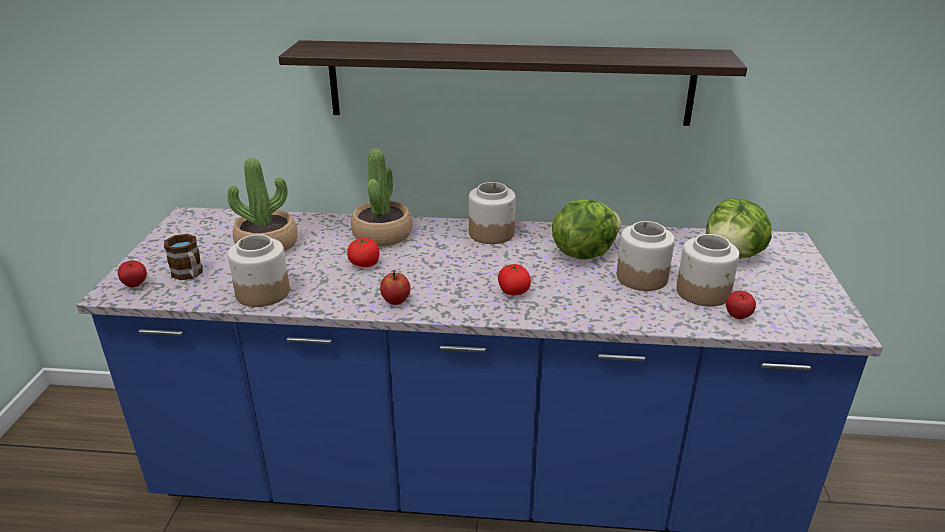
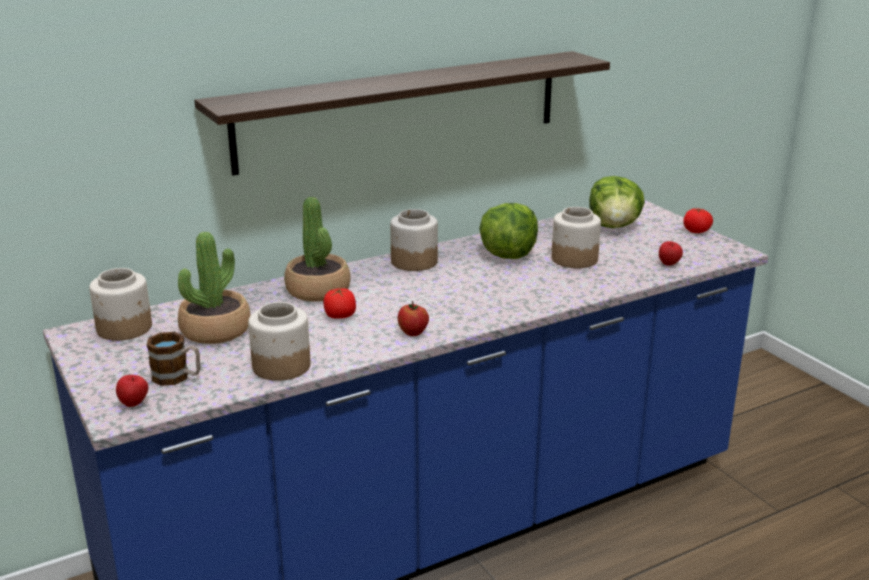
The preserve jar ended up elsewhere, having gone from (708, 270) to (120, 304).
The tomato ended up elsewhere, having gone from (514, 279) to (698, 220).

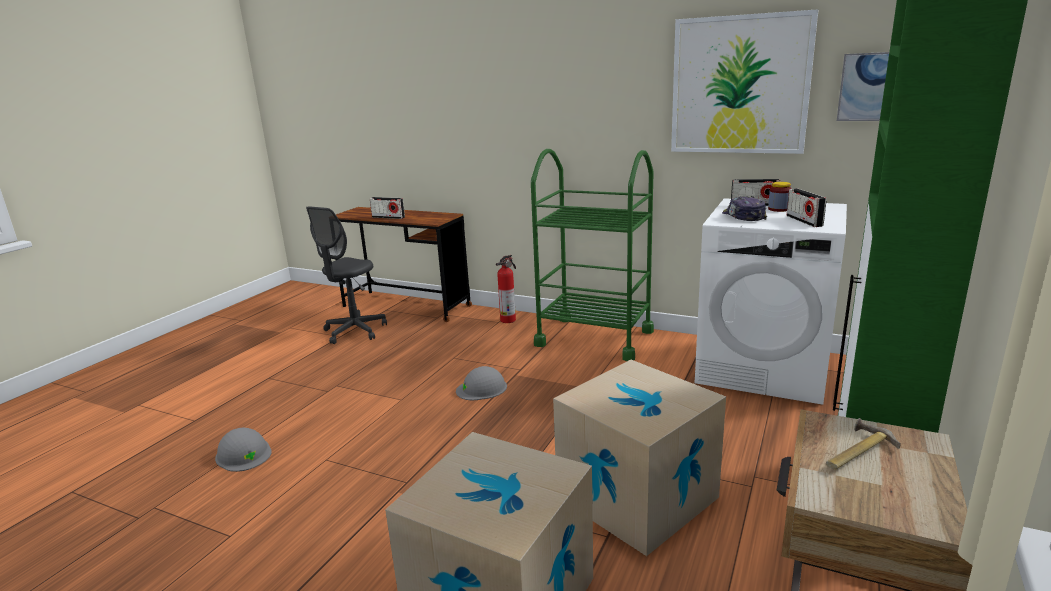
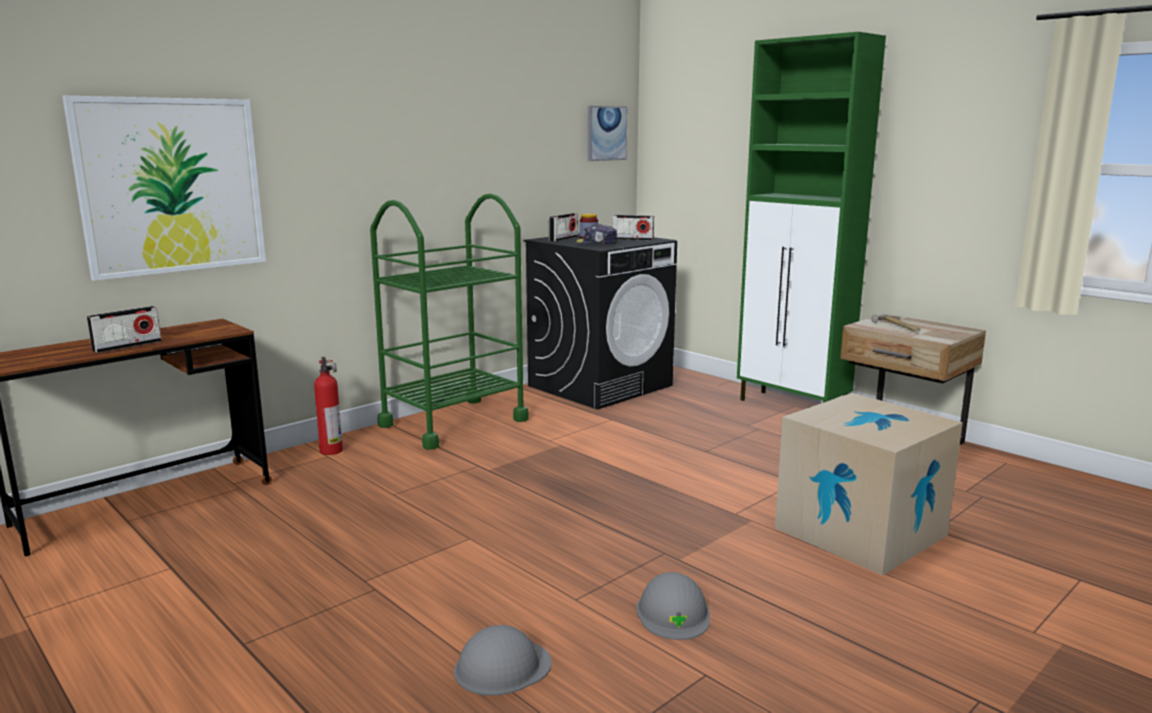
The wall art ended up elsewhere, having gone from (744, 81) to (164, 188).
What was the laundry appliance/white-coloured at (771, 301) turned into the laundry appliance/black-coloured at (600, 321).
The second view lost the computer chair/gray at (346, 275).
The second view lost the carton at (639, 458).
The work helmet/gray ended up elsewhere, having gone from (481, 383) to (673, 606).

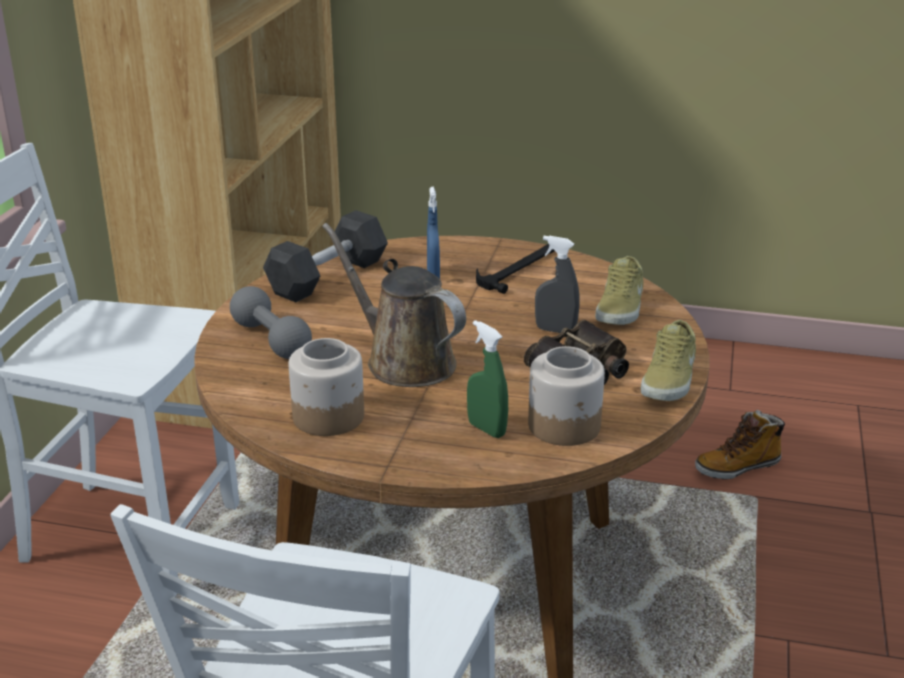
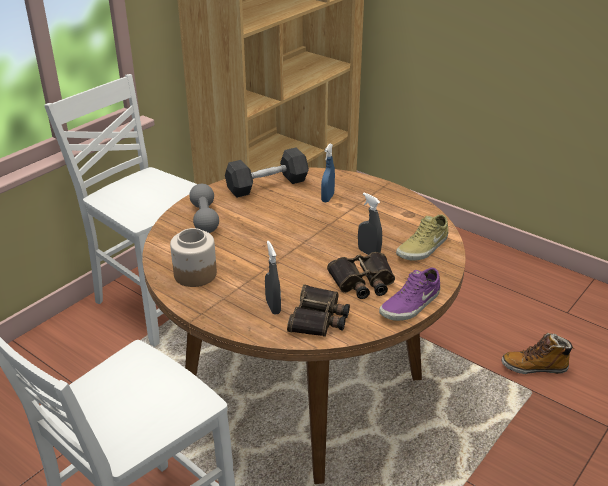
The second view lost the sprinkling can/brownish at (394, 305).
The second view lost the tool hammer at (515, 269).
What was the sprayer/green-coloured at (487, 379) turned into the sprayer/gray at (273, 277).
What was the low shoe/sand-coloured at (668, 360) turned into the low shoe/purple-coloured at (409, 294).
Where the preserve jar stood at (566, 396), the pair of binoculars came to stand at (318, 310).

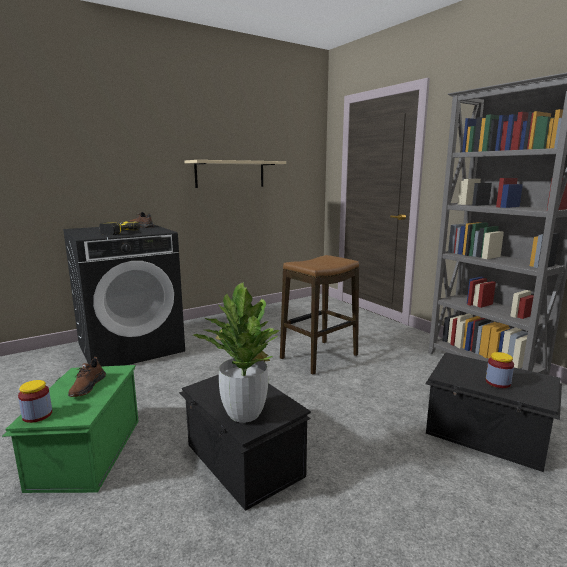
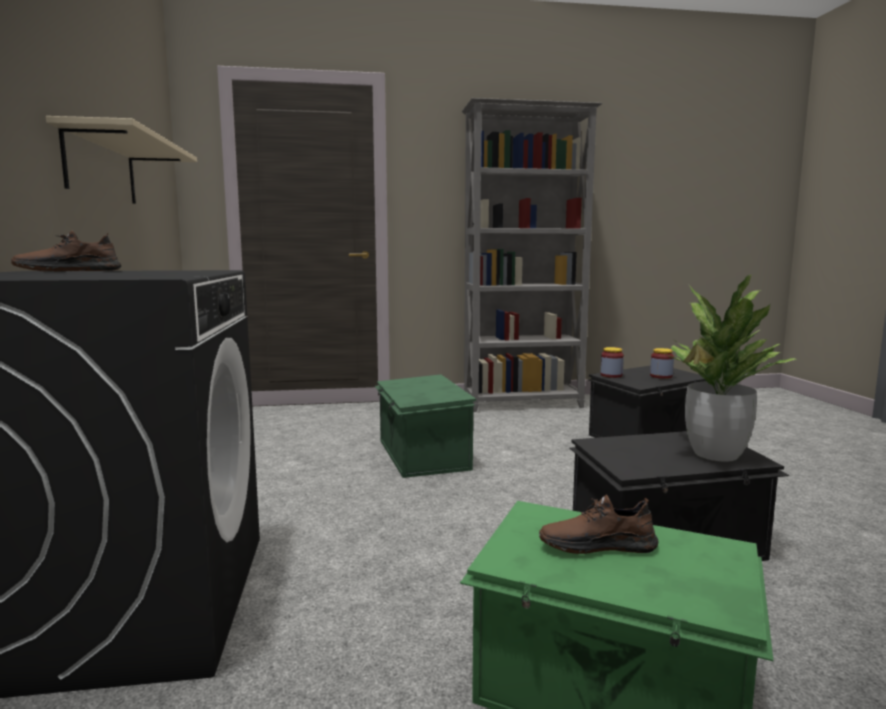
The second view lost the electric drill at (119, 228).
Where the stool stood at (319, 315), the storage container/green-coloured came to stand at (425, 426).
The low shoe/brownish at (87, 377) ended up facing another way, 150 degrees clockwise from before.
The preserve jar ended up elsewhere, having gone from (35, 401) to (612, 362).

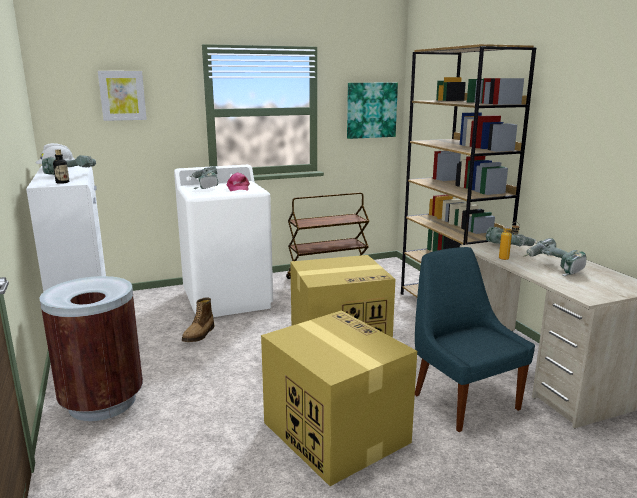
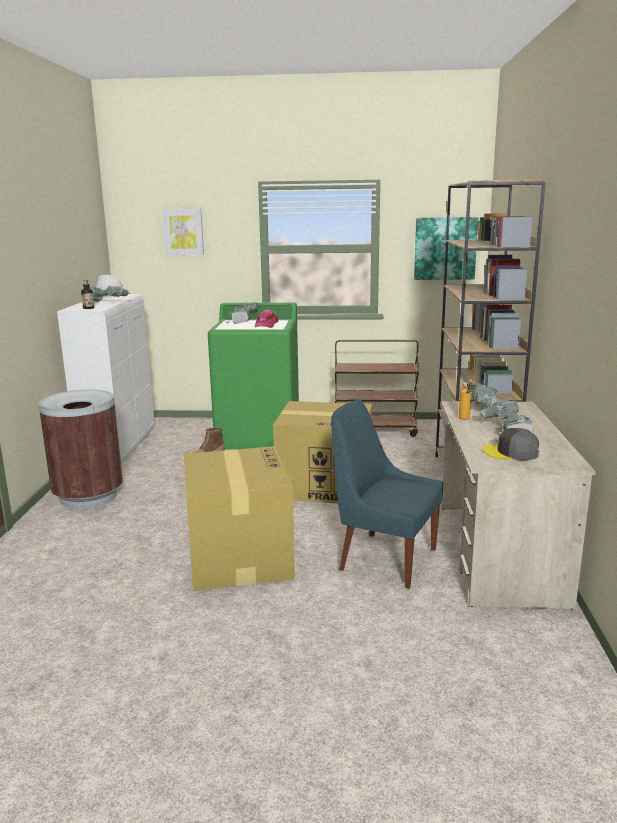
What was the laundry appliance/white-coloured at (223, 241) turned into the laundry appliance/green-coloured at (253, 375).
The upright chair/blue at (475, 339) ended up facing another way, 60 degrees counterclockwise from before.
The second view gained the peaked cap/gray at (511, 444).

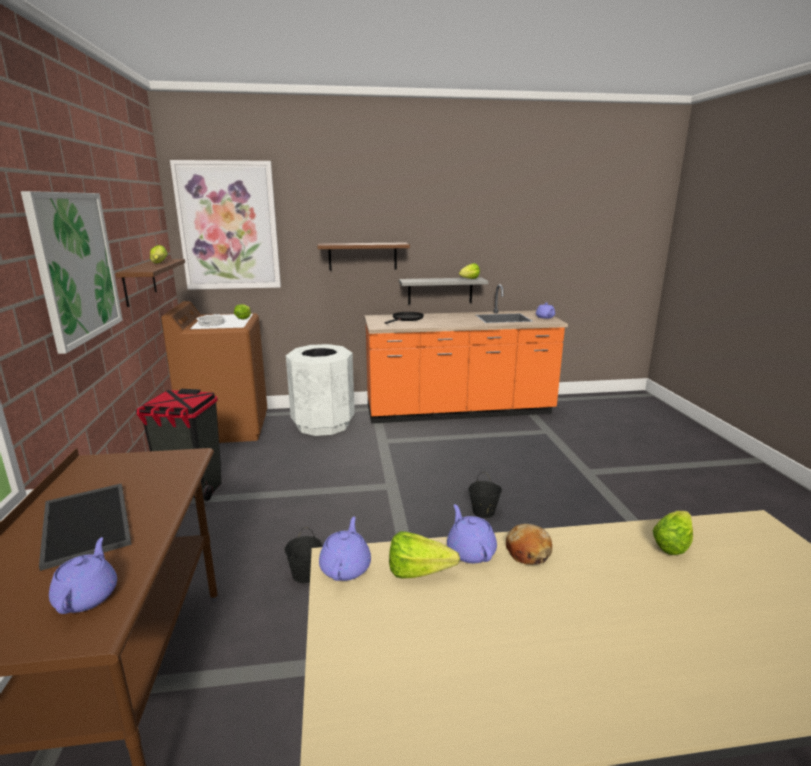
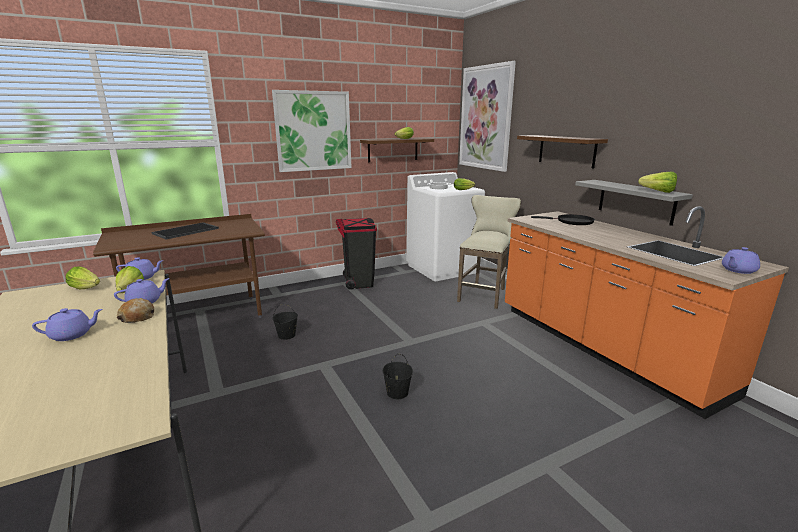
What was the laundry appliance/brownish at (214, 372) turned into the laundry appliance/white-coloured at (445, 226).
Where the waste bin/white-coloured stood at (320, 390), the stool/sand-coloured came to stand at (489, 252).
The lettuce head ended up elsewhere, having gone from (673, 533) to (83, 277).
The teapot/purple-coloured ended up elsewhere, having gone from (83, 575) to (67, 324).

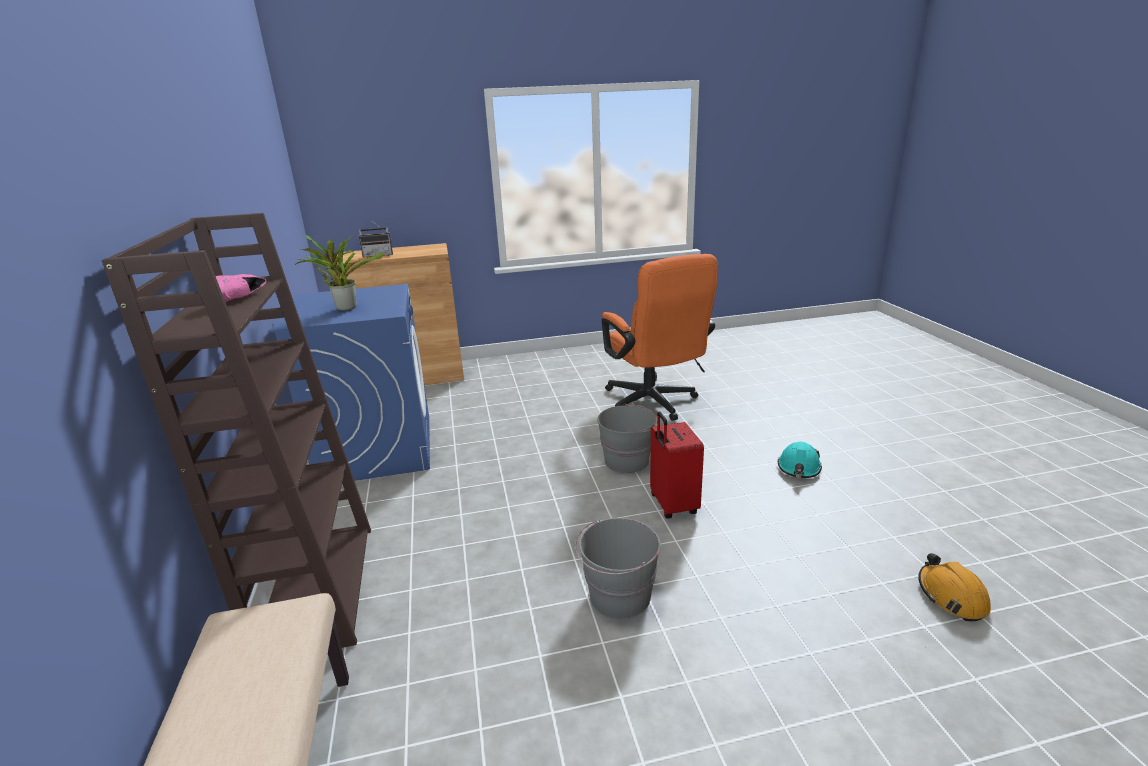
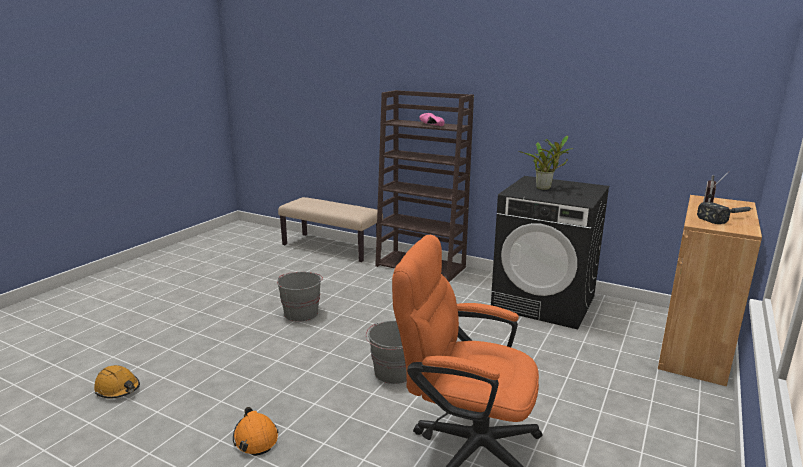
What was the laundry appliance/blue at (350, 382) turned into the laundry appliance/black-coloured at (550, 253).
The second view lost the suitcase/red at (677, 464).
What was the work helmet/blue-green at (800, 460) turned into the work helmet/orange-coloured at (256, 431).
The second view gained the tool hammer at (724, 213).

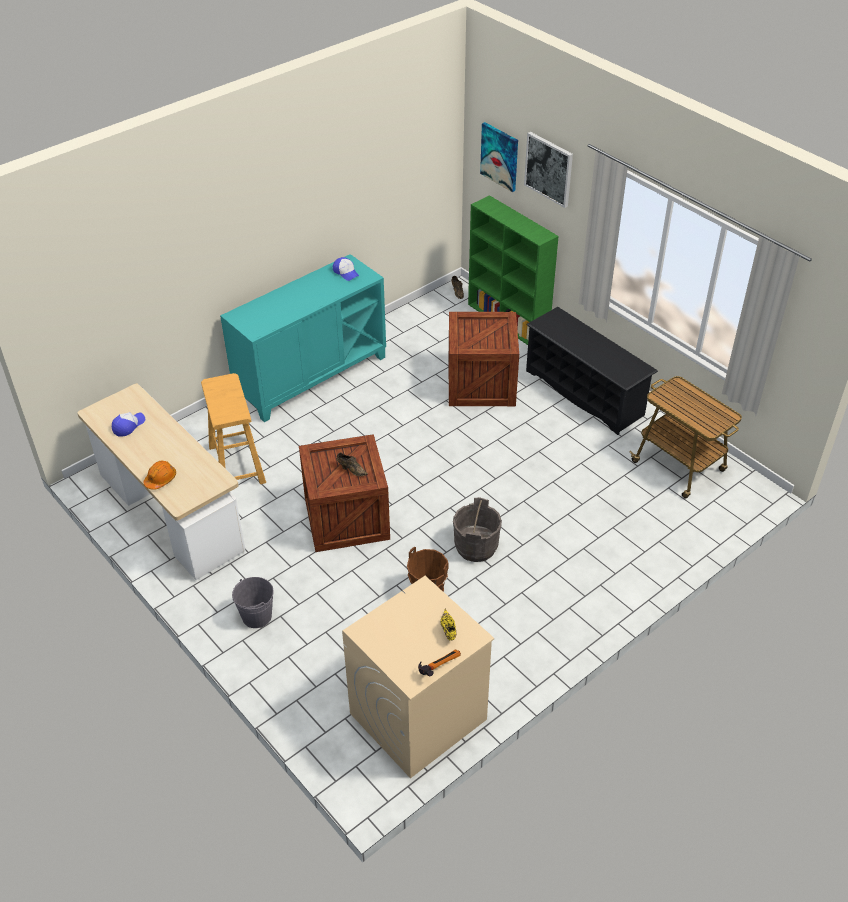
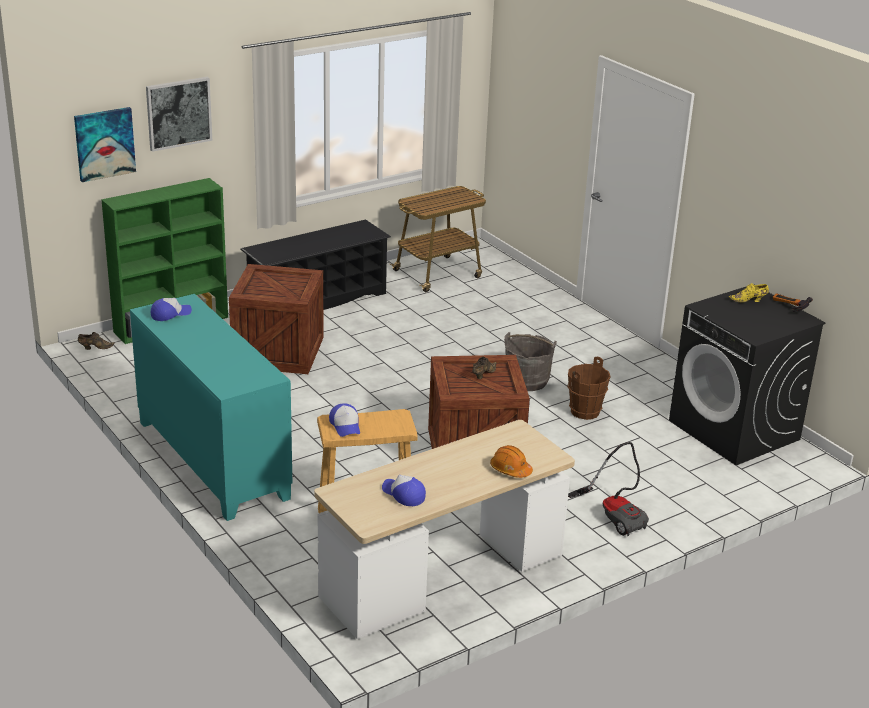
What was the laundry appliance/sand-coloured at (418, 677) turned into the laundry appliance/black-coloured at (747, 375).
Where the water bucket/gray stood at (253, 602), the hoover came to stand at (608, 489).
The second view gained the peaked cap at (344, 420).

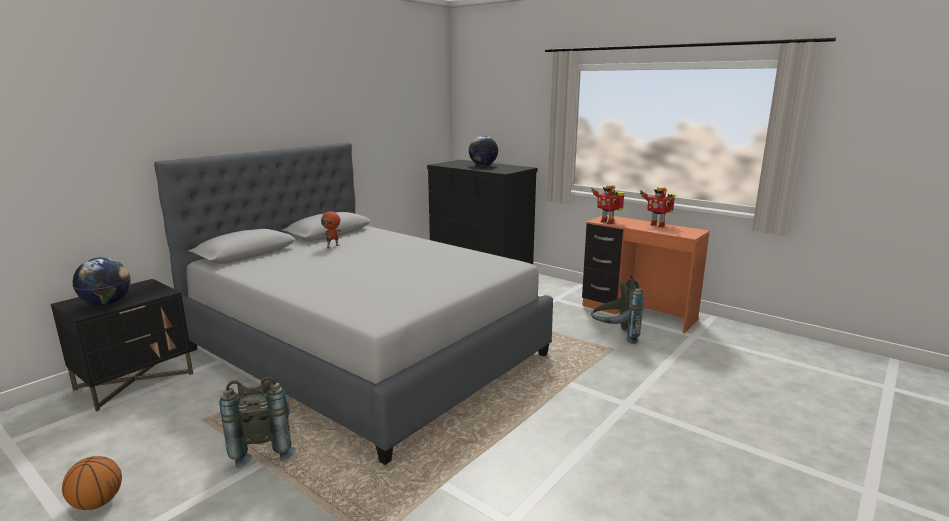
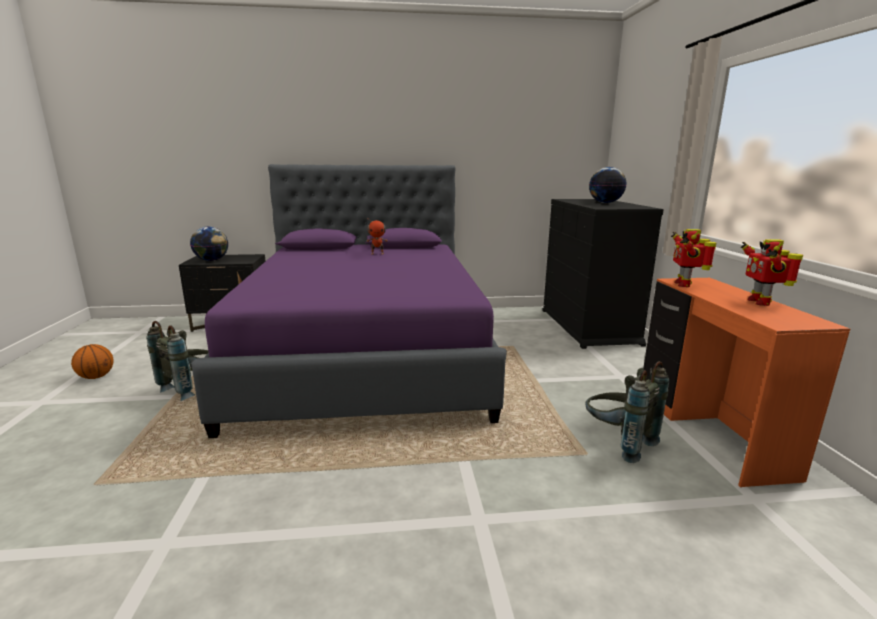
What was the bedroom bed/gray at (353, 303) turned into the bedroom bed/purple-coloured at (349, 301).

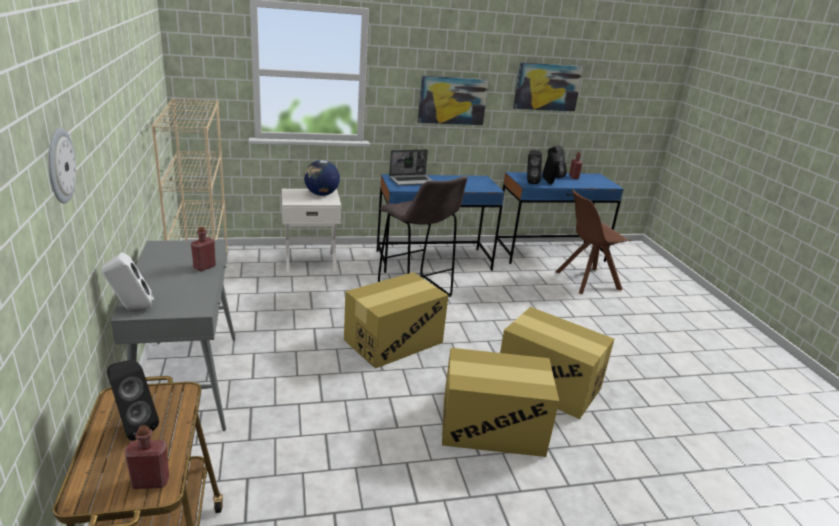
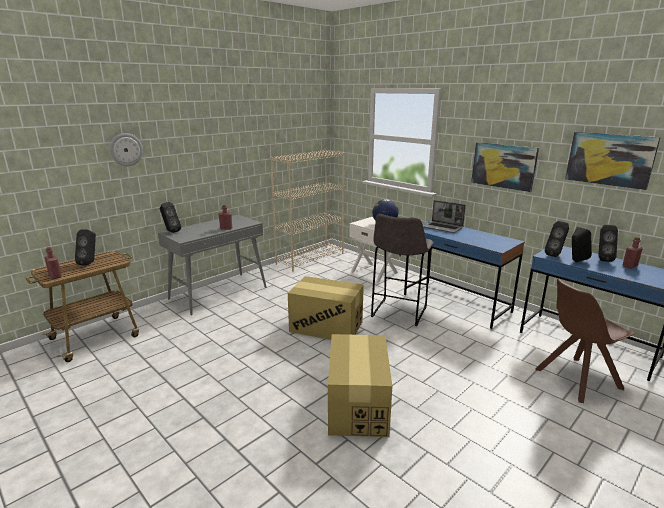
The upright chair/brownish at (593, 242) ended up facing another way, 60 degrees counterclockwise from before.
What was the audio speaker/white-coloured at (128, 281) turned into the audio speaker/black-coloured at (170, 217).
The second view lost the carton at (500, 402).

